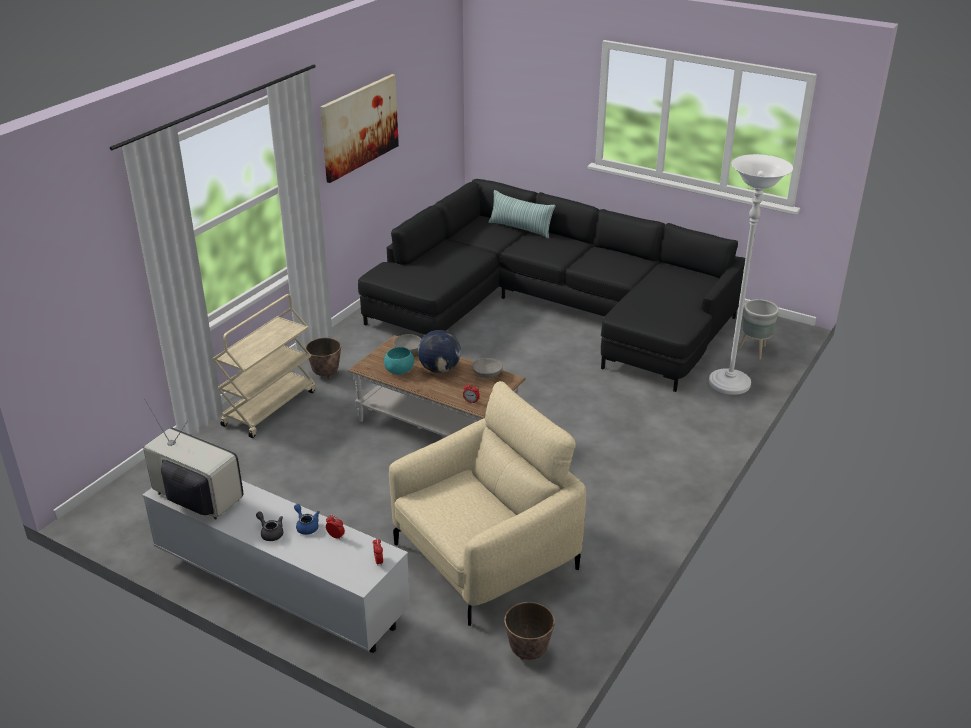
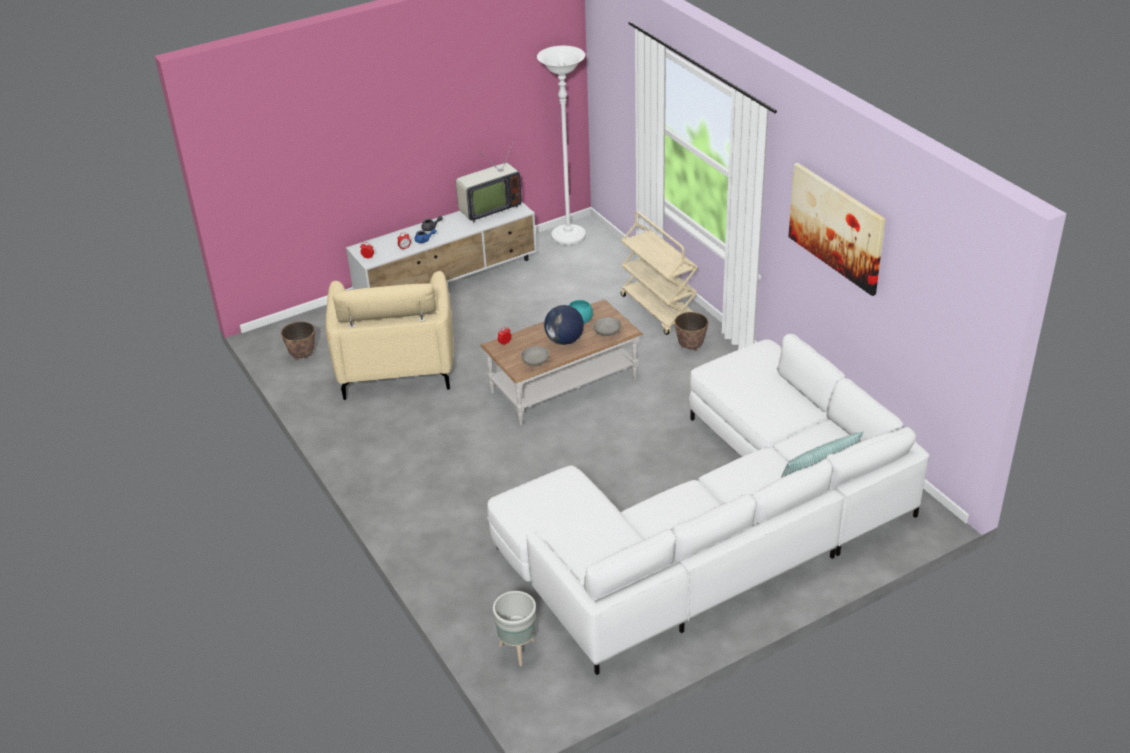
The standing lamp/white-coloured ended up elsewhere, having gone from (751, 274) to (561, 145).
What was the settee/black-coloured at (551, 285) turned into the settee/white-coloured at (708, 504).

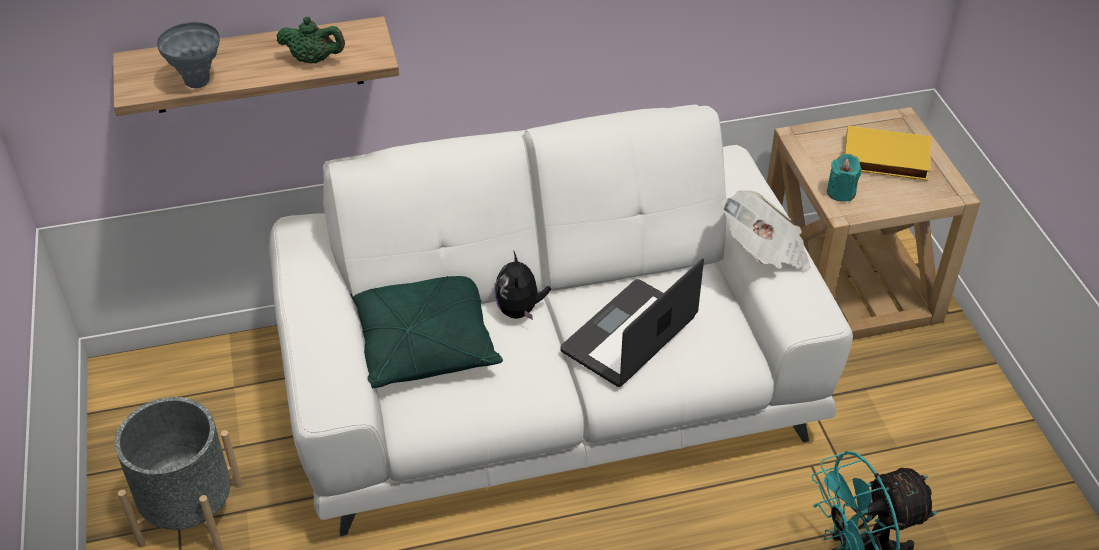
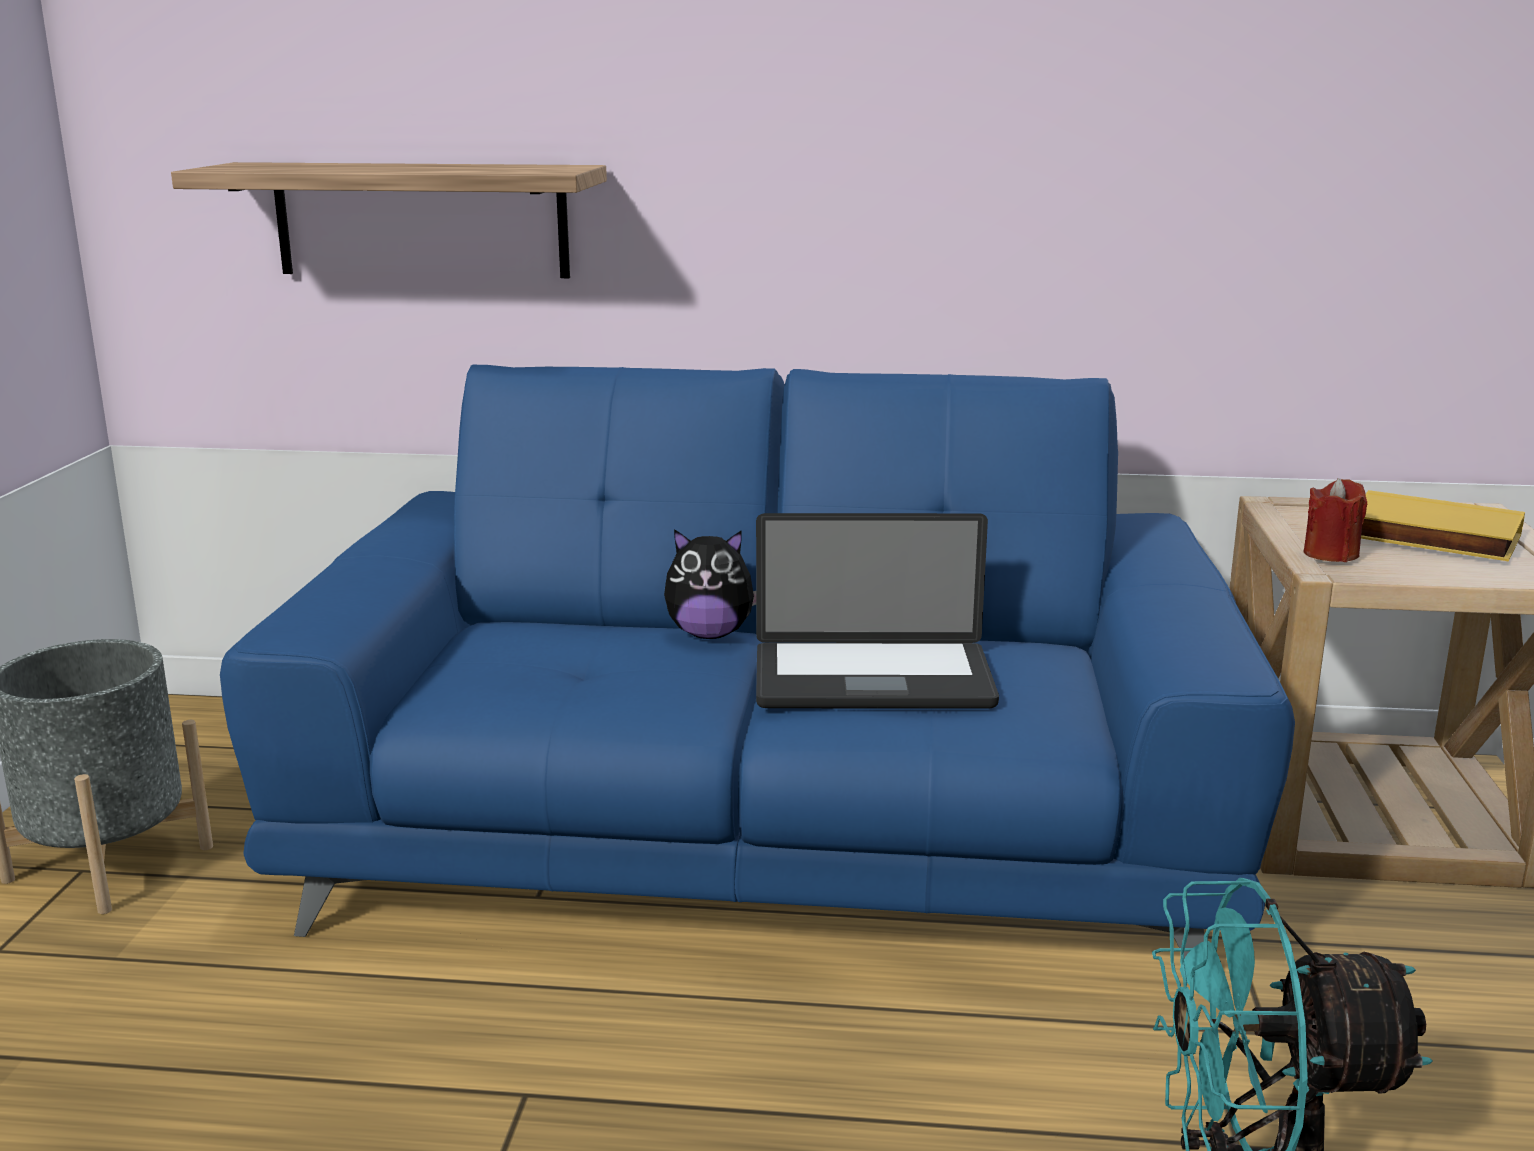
The second view lost the teapot/green-coloured at (310, 40).
The second view lost the vase/gray at (188, 55).
What was the settee/white-coloured at (561, 320) turned into the settee/blue at (757, 661).
What was the wax light/blue-green at (844, 178) turned into the wax light/red at (1335, 520).
The second view lost the newspaper at (766, 230).
The plush toy at (522, 285) ended up facing another way, 105 degrees counterclockwise from before.
The notebook computer at (632, 322) ended up facing another way, 150 degrees counterclockwise from before.
The second view lost the pillow/green-coloured at (426, 332).

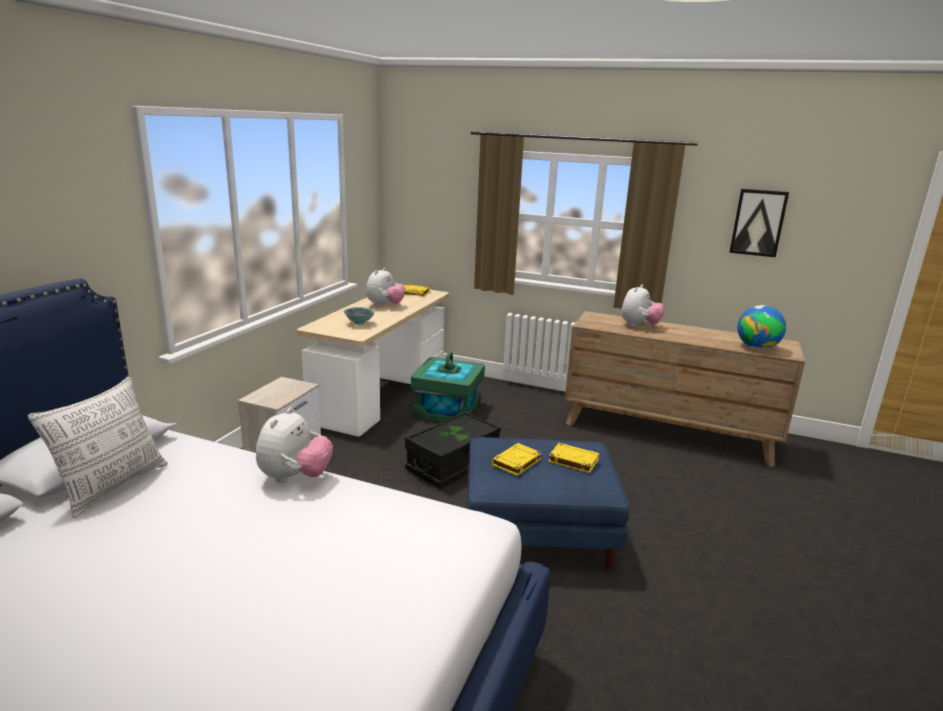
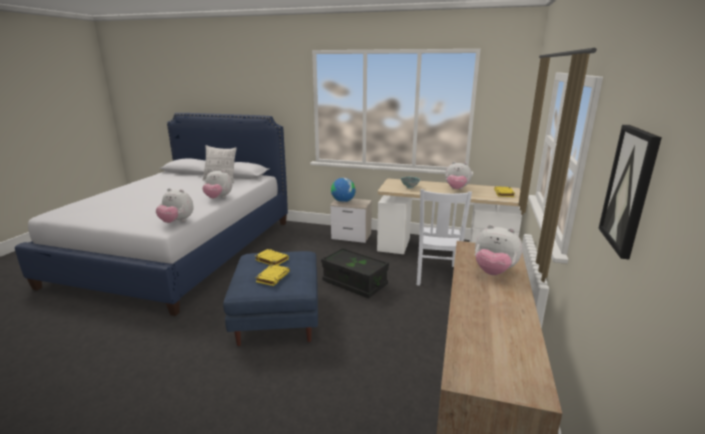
The desk globe ended up elsewhere, having gone from (761, 327) to (343, 190).
Where the storage container/green-coloured stood at (448, 386), the upright chair/white-coloured came to stand at (444, 237).
The second view gained the plush toy at (175, 205).

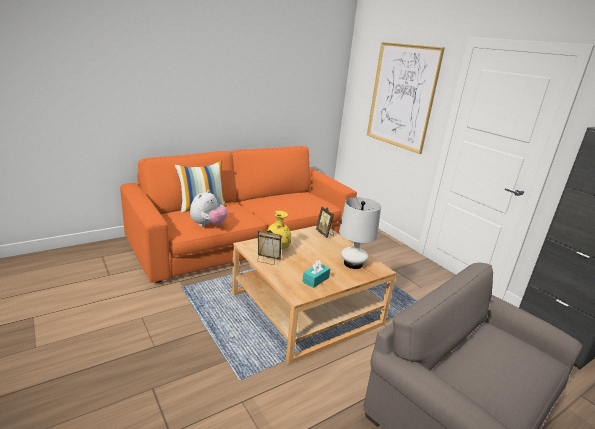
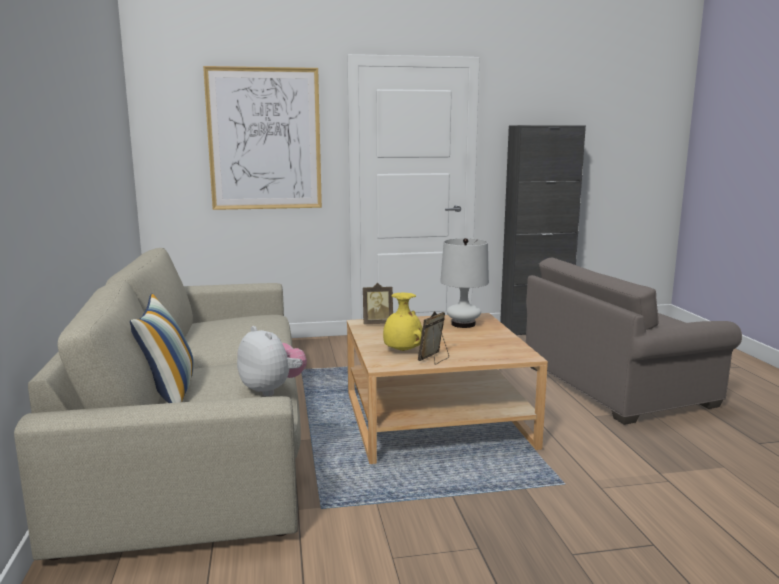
What was the settee/orange-coloured at (238, 214) turned into the settee/sand-coloured at (157, 404).
The second view lost the tissue holder/blue-green at (316, 274).

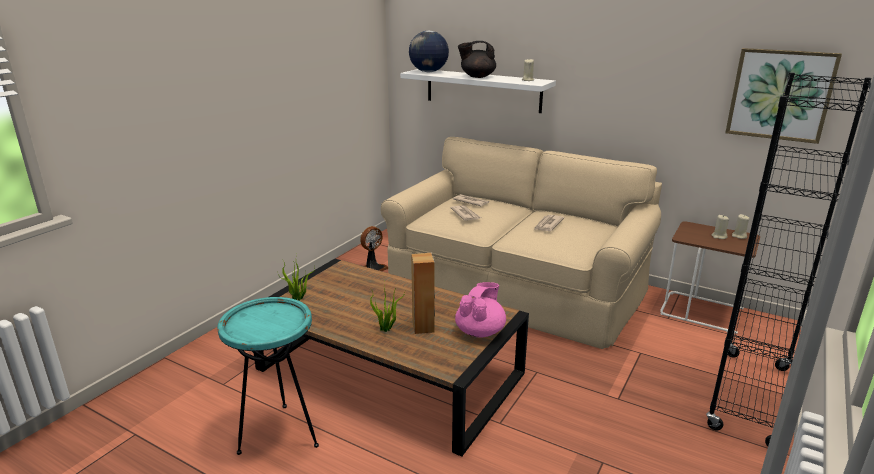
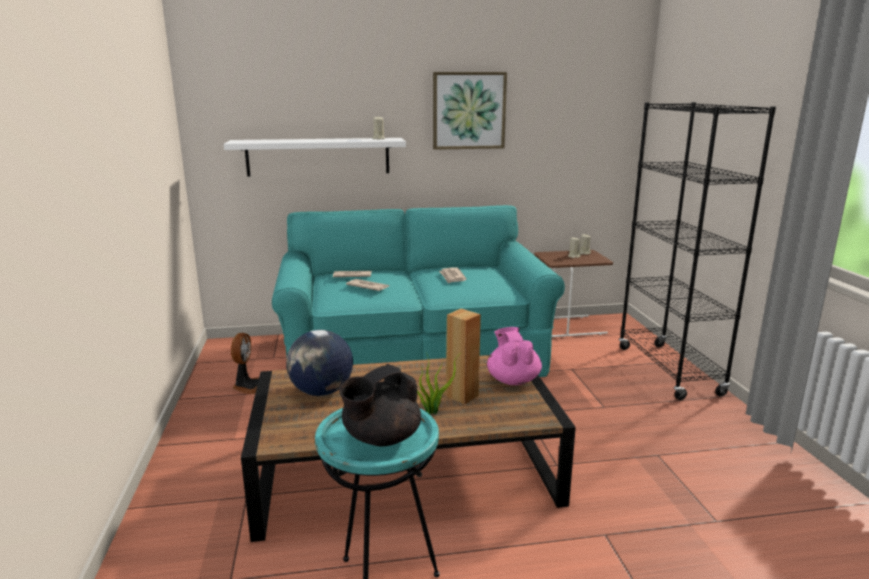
The desk globe ended up elsewhere, having gone from (429, 51) to (319, 363).
The teapot/black-coloured ended up elsewhere, having gone from (477, 59) to (380, 405).
The wall art ended up elsewhere, having gone from (783, 96) to (470, 111).
What was the settee/sand-coloured at (521, 243) turned into the settee/blue-green at (418, 291).
The second view lost the potted plant at (296, 277).

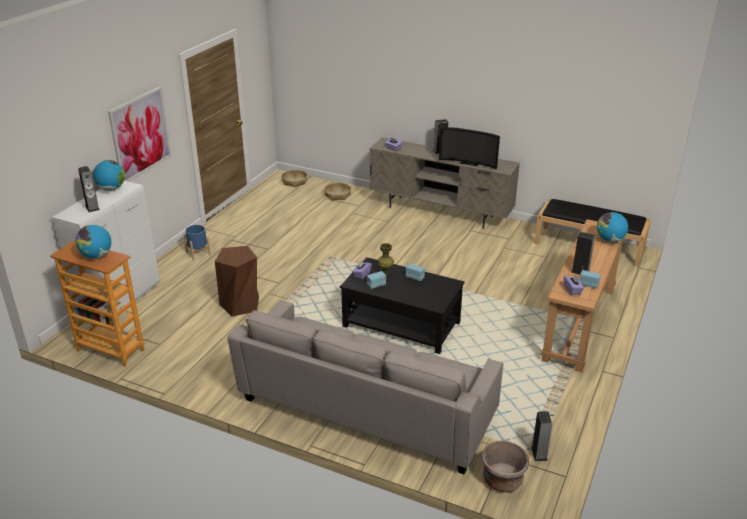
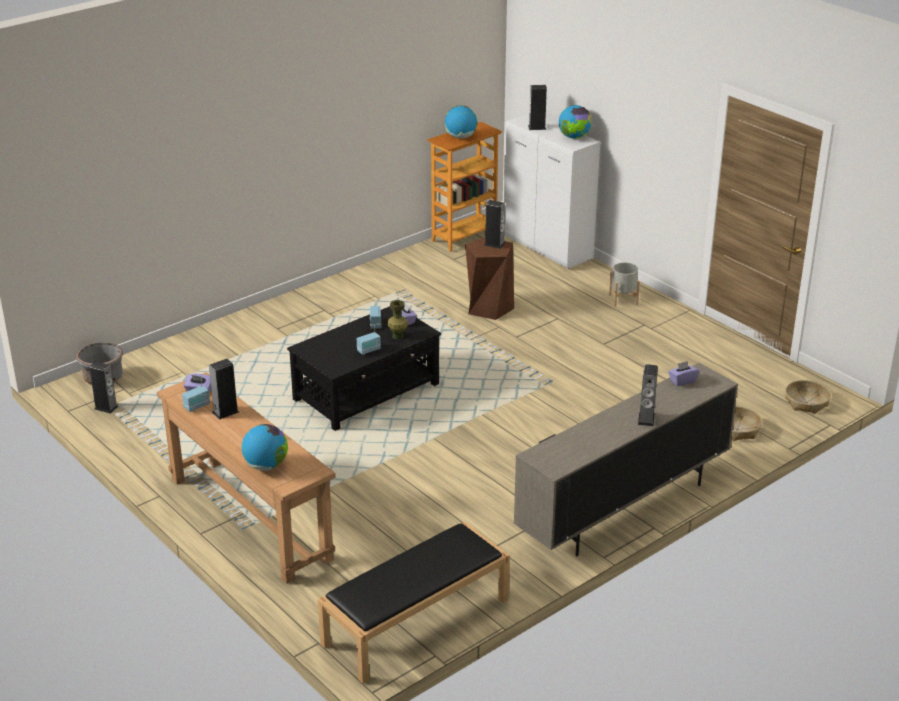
The second view lost the wall art at (140, 134).
The second view lost the TV set at (469, 148).
What was the plant pot/blue at (197, 242) turned into the plant pot/gray at (624, 284).
The second view lost the settee/gray at (365, 387).
The second view gained the audio speaker at (494, 224).

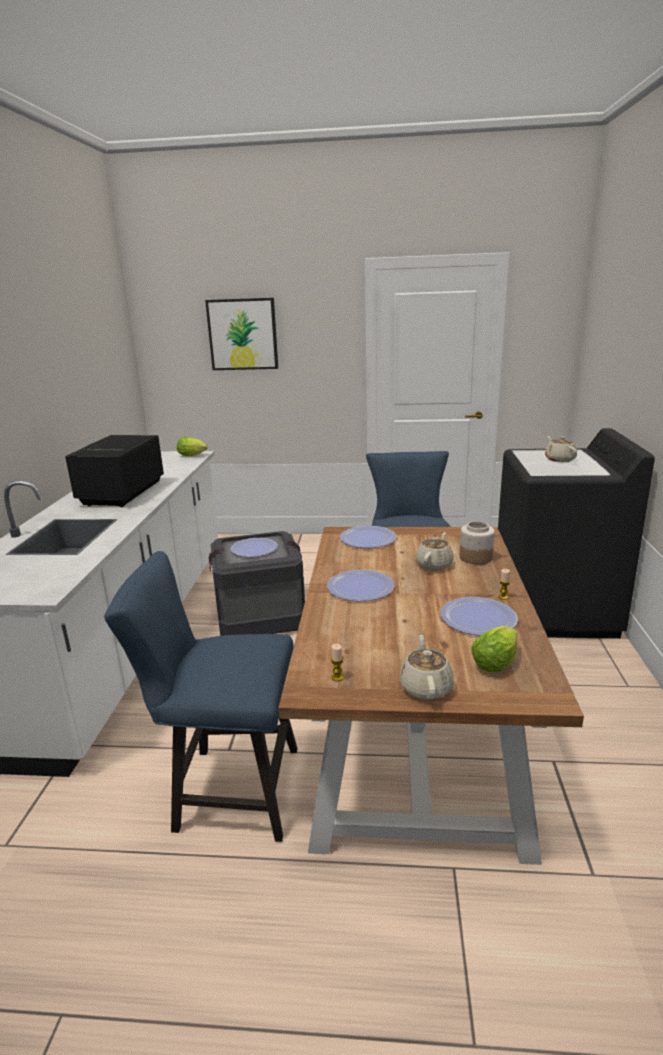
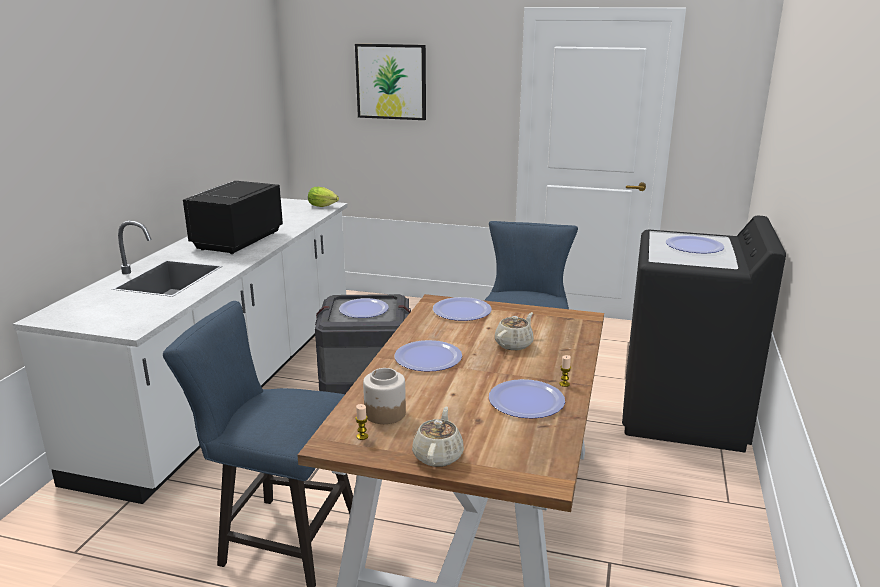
Where the teapot/sand-coloured stood at (561, 449), the plate came to stand at (695, 244).
The preserve jar ended up elsewhere, having gone from (477, 542) to (384, 396).
The second view lost the lettuce head at (494, 649).

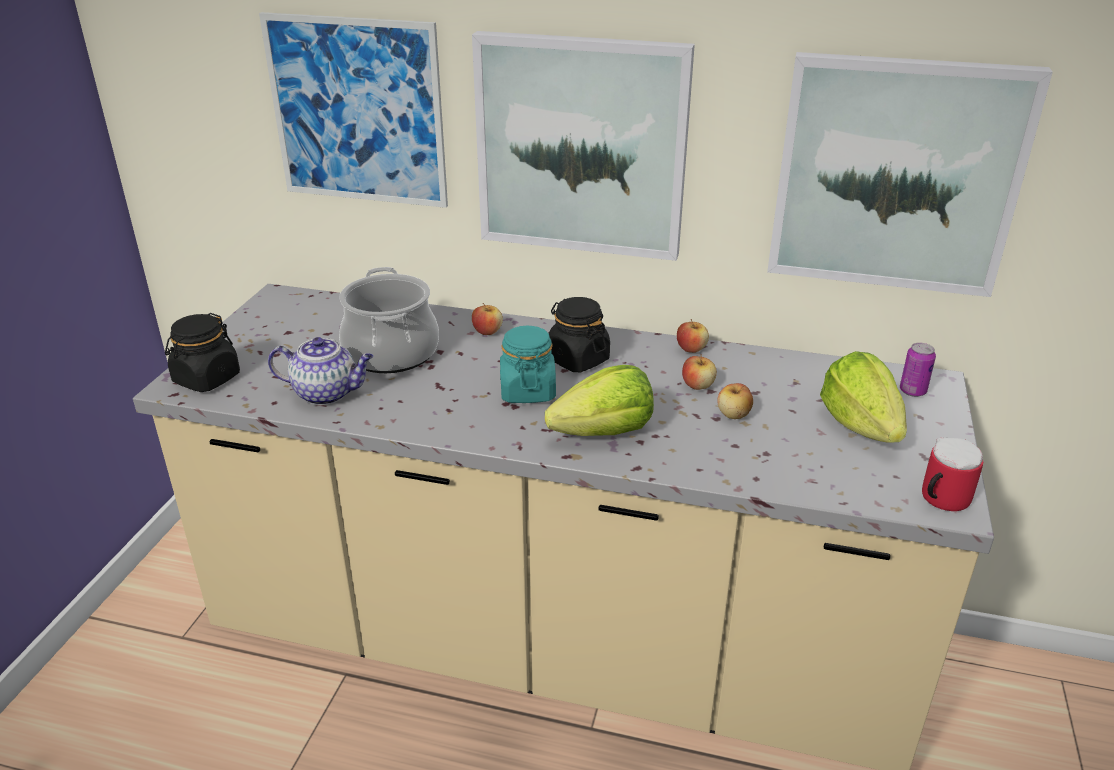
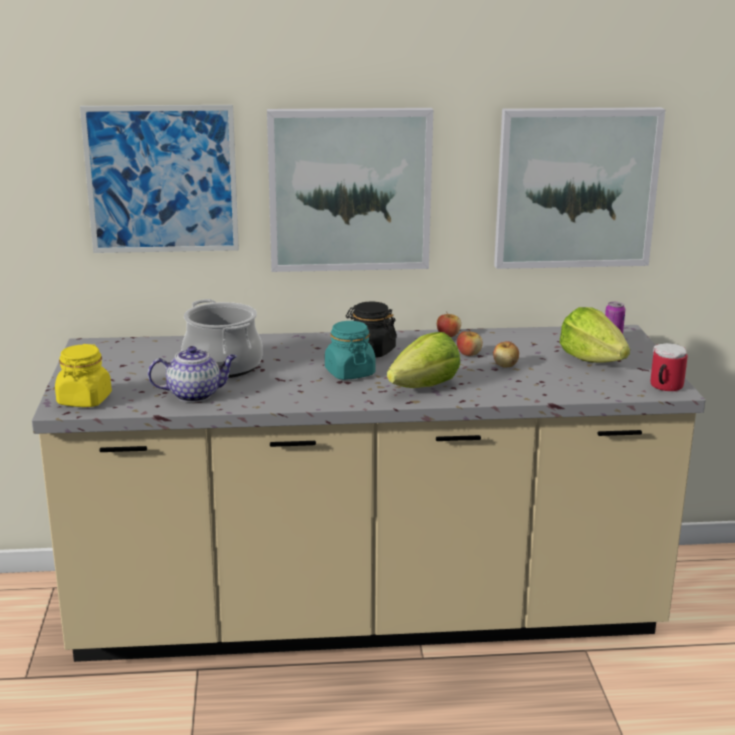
The second view lost the apple fruit at (487, 319).
What was the preserve jar/black-coloured at (202, 352) turned into the preserve jar/yellow-coloured at (83, 375).

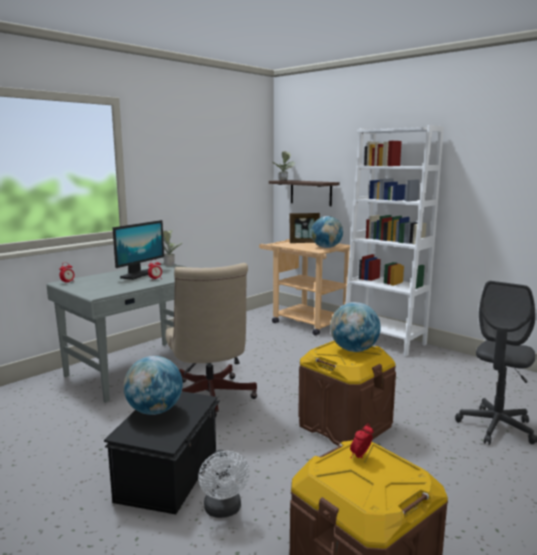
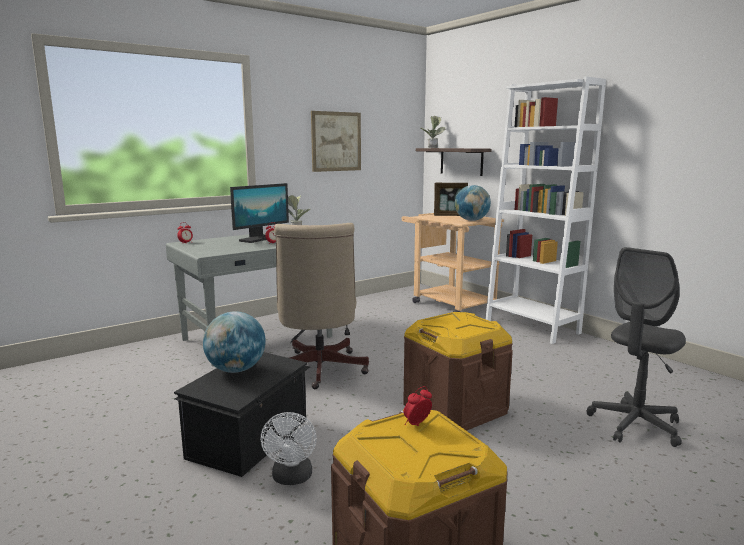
The second view lost the desk globe at (355, 327).
The second view gained the wall art at (336, 141).

